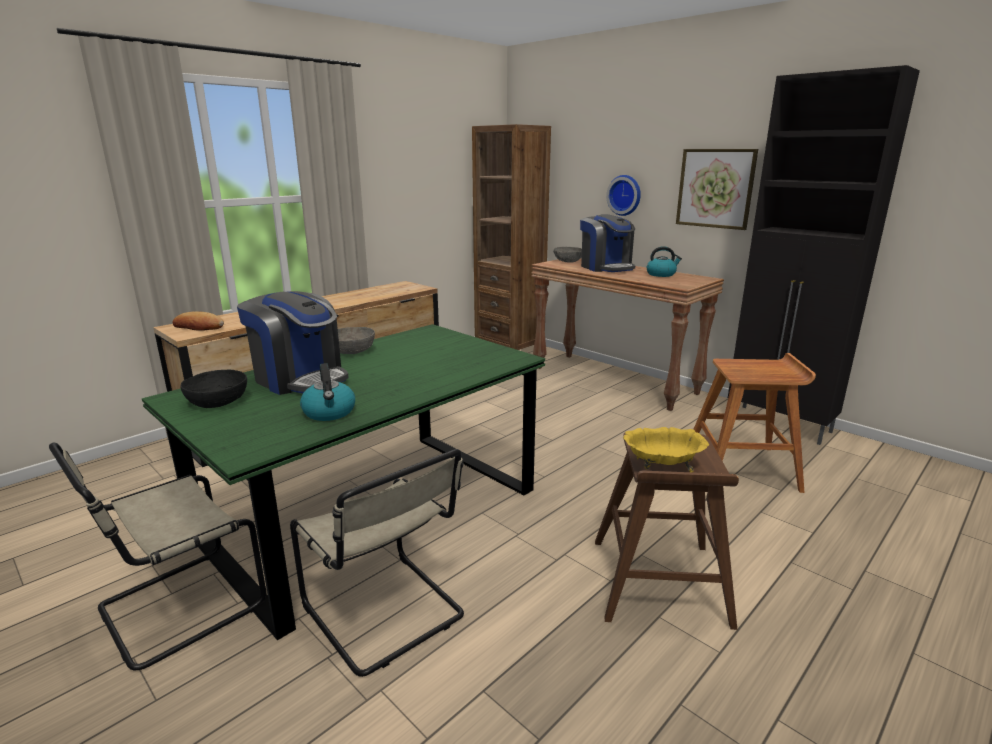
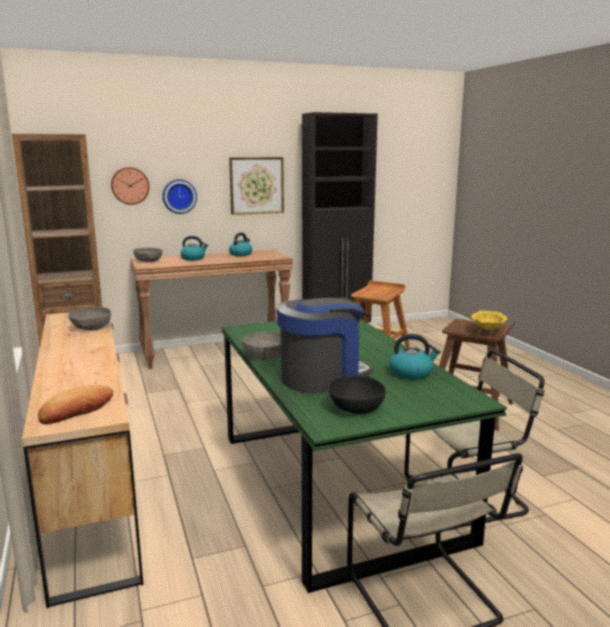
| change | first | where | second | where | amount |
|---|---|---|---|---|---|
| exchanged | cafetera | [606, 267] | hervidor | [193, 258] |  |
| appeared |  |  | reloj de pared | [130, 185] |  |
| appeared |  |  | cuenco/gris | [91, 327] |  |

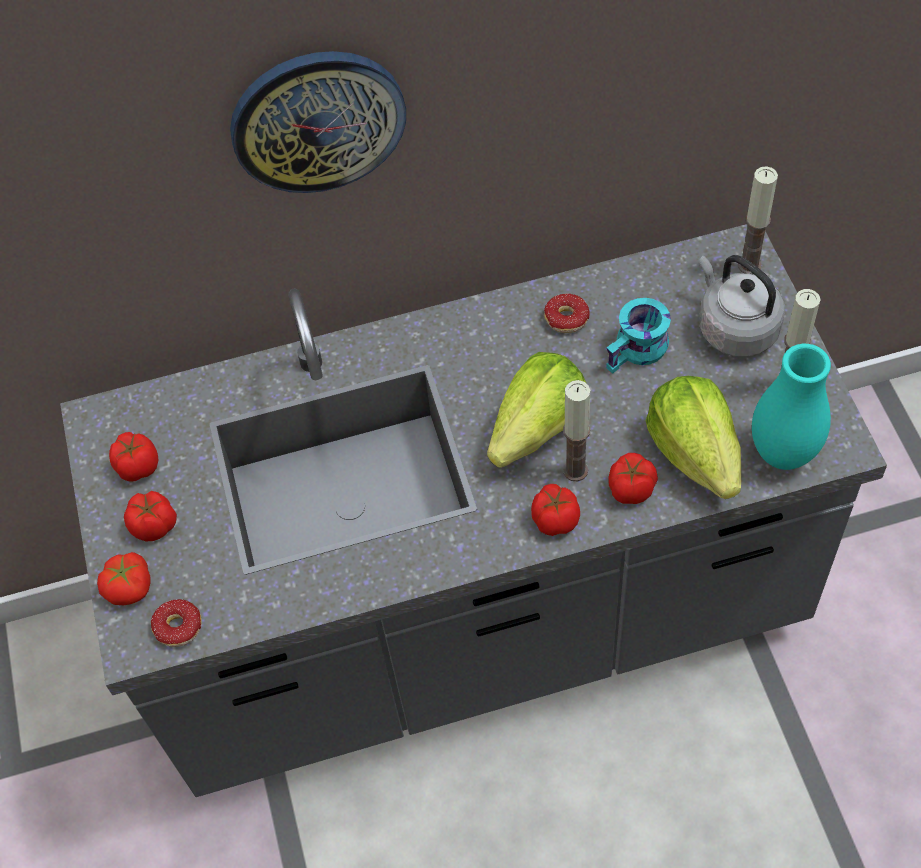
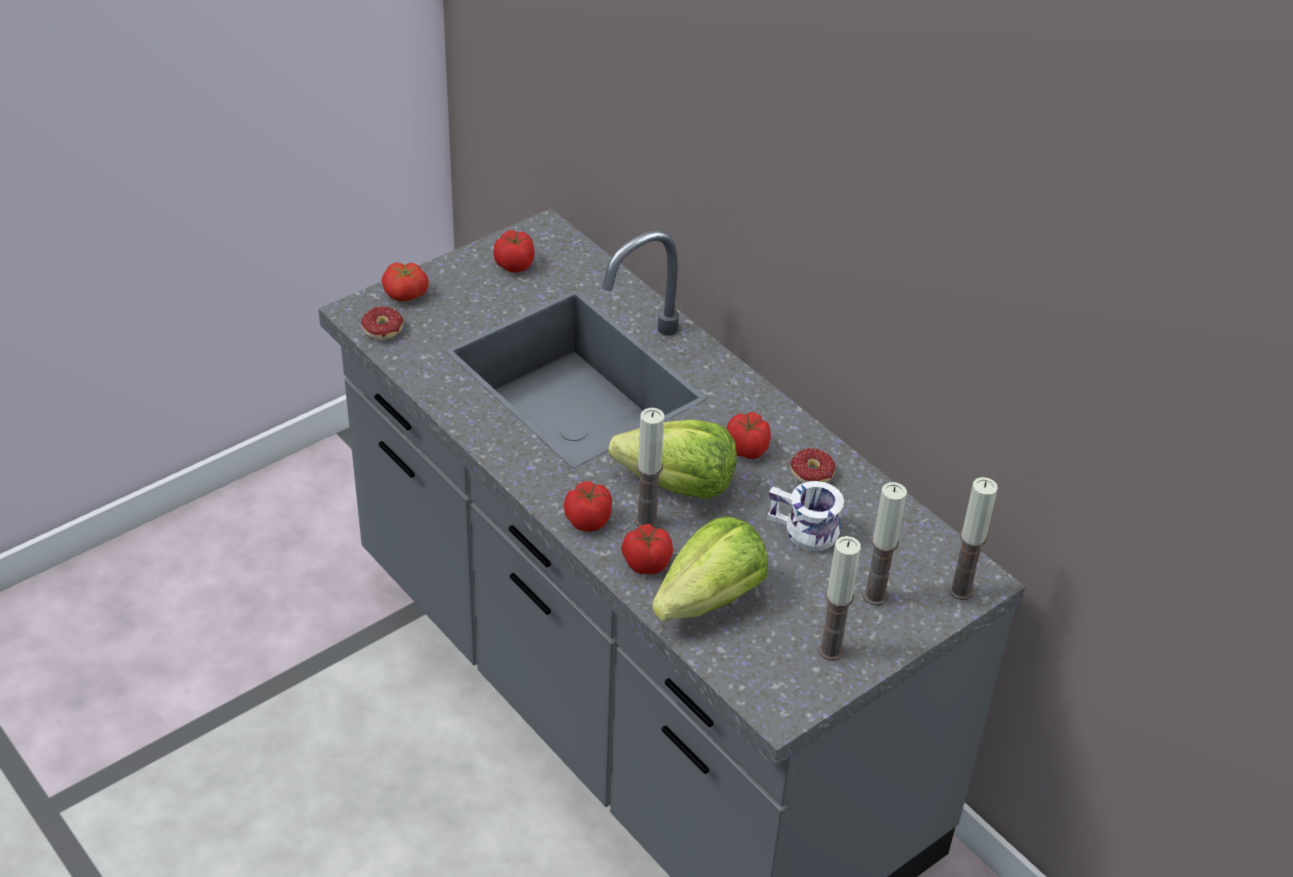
| change | first | where | second | where | amount |
|---|---|---|---|---|---|
| missing | reloj de pared | [317, 120] |  |  |  |
| exchanged | hervidor/gris | [734, 328] | vela | [875, 596] |  |
| colour | taza grande/turquesa | [639, 352] | taza grande/blanco | [803, 533] |  |
| missing | florero/turquesa | [783, 453] |  |  |  |
| relocated | tomate | [155, 525] |  | [747, 450] |  |

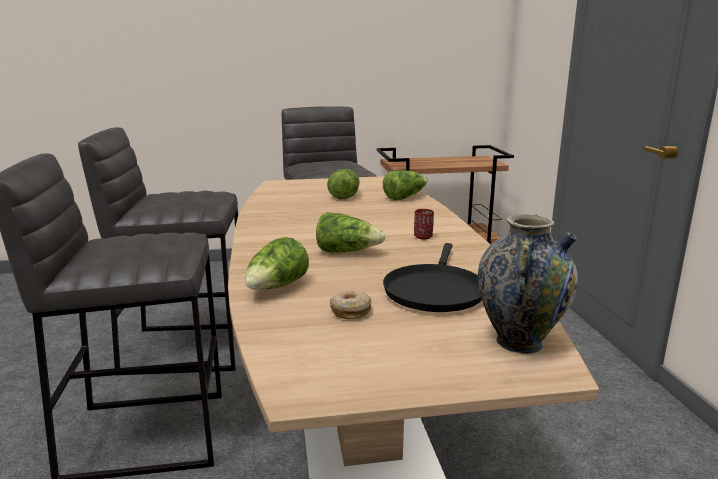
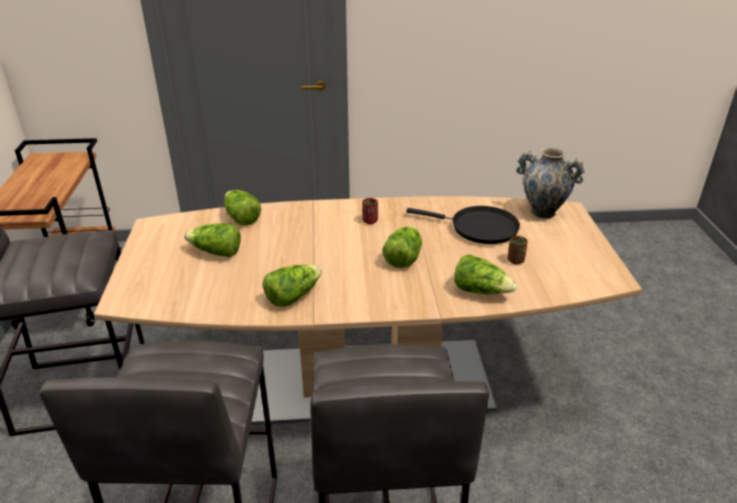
| change | first | where | second | where | amount |
|---|---|---|---|---|---|
| exchanged | rosquilla | [350, 311] | taza/marrón | [515, 260] |  |
| appeared |  |  | lechuga | [292, 296] |  |

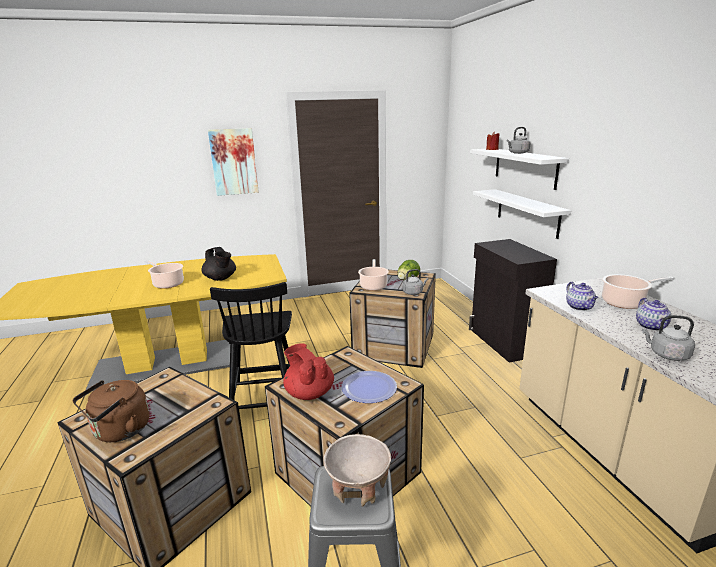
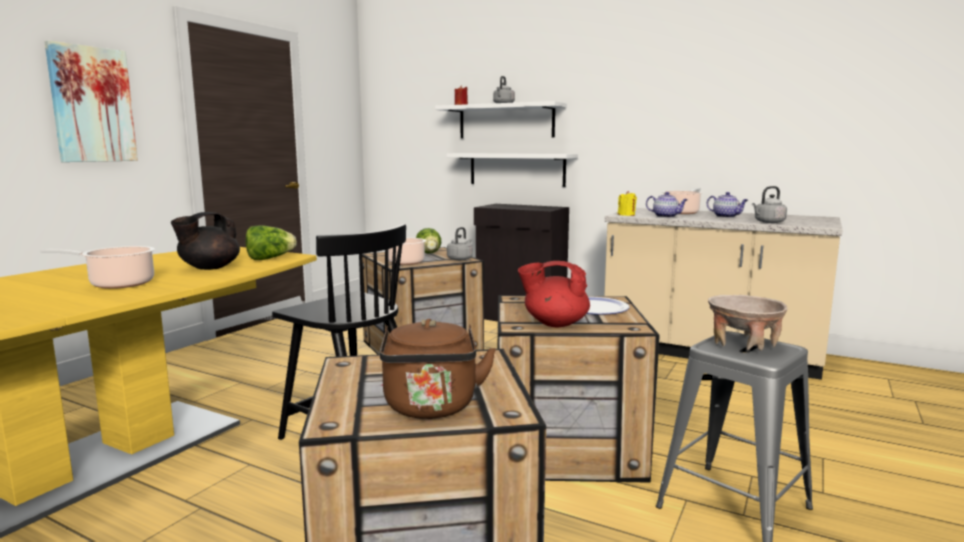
| change | first | where | second | where | amount |
|---|---|---|---|---|---|
| spun | tetera/negro | [220, 278] |  | [209, 268] | 120 degrees clockwise |
| appeared |  |  | vela/amarillo | [626, 215] |  |
| appeared |  |  | lechuga | [270, 258] |  |

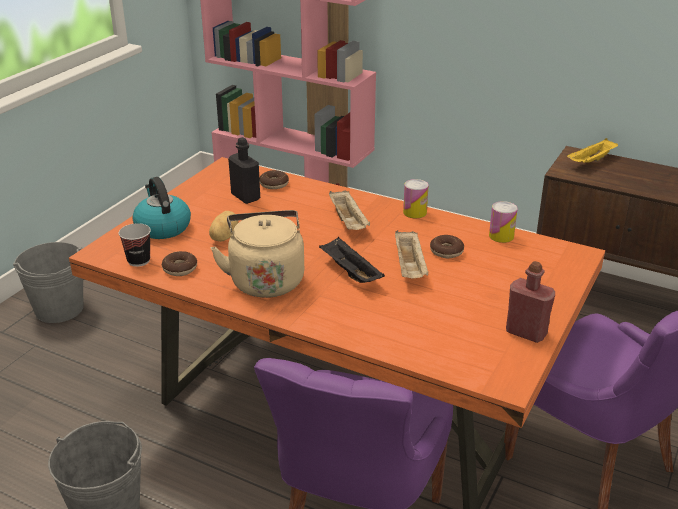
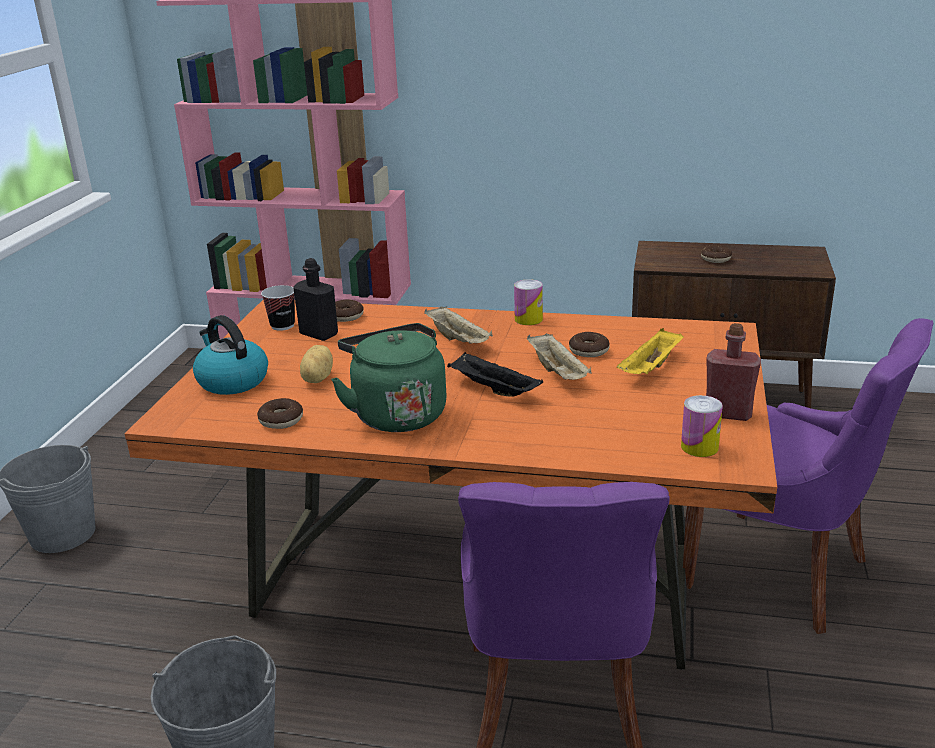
| change | first | where | second | where | amount |
|---|---|---|---|---|---|
| relocated | bandeja/amarillo | [591, 161] |  | [651, 369] |  |
| relocated | lata | [501, 236] |  | [699, 447] |  |
| colour | hervidor/beis | [266, 279] | hervidor/verde | [396, 413] |  |
| relocated | taza | [139, 261] |  | [282, 325] |  |
| appeared |  |  | rosquilla | [716, 259] |  |

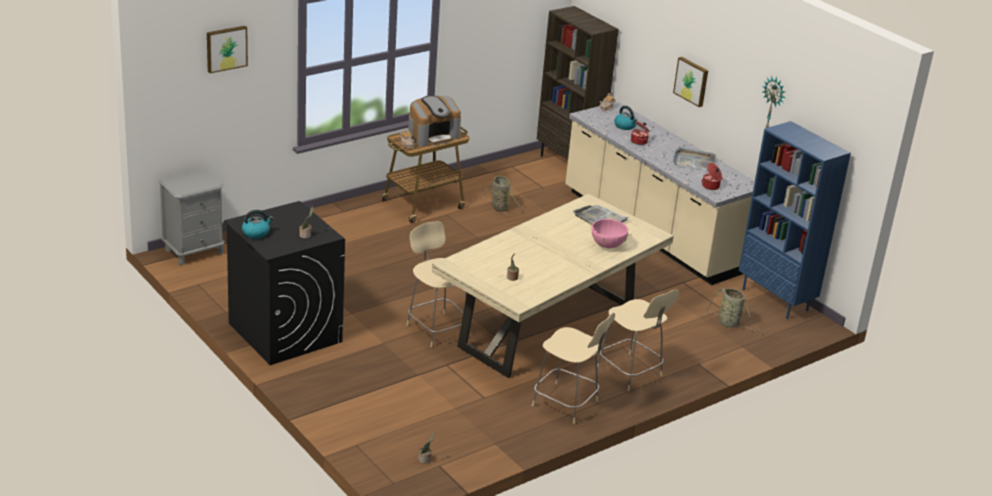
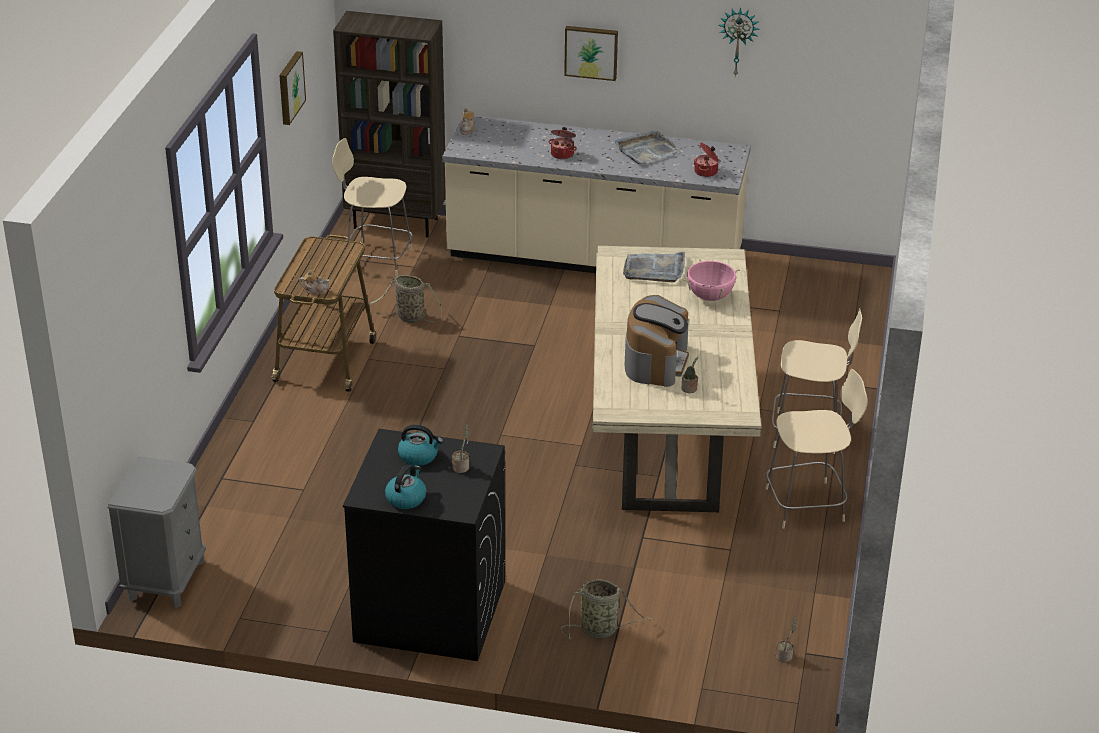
| change | first | where | second | where | amount |
|---|---|---|---|---|---|
| relocated | cuadro | [226, 48] |  | [289, 87] |  |
| relocated | cafetera | [433, 135] |  | [655, 362] |  |
| relocated | hervidor | [625, 126] |  | [419, 456] |  |
| missing | estantería/azul | [776, 300] |  |  |  |
| relocated | silla/beis | [436, 328] |  | [376, 259] |  |
| relocated | cesta | [730, 324] |  | [601, 630] |  |

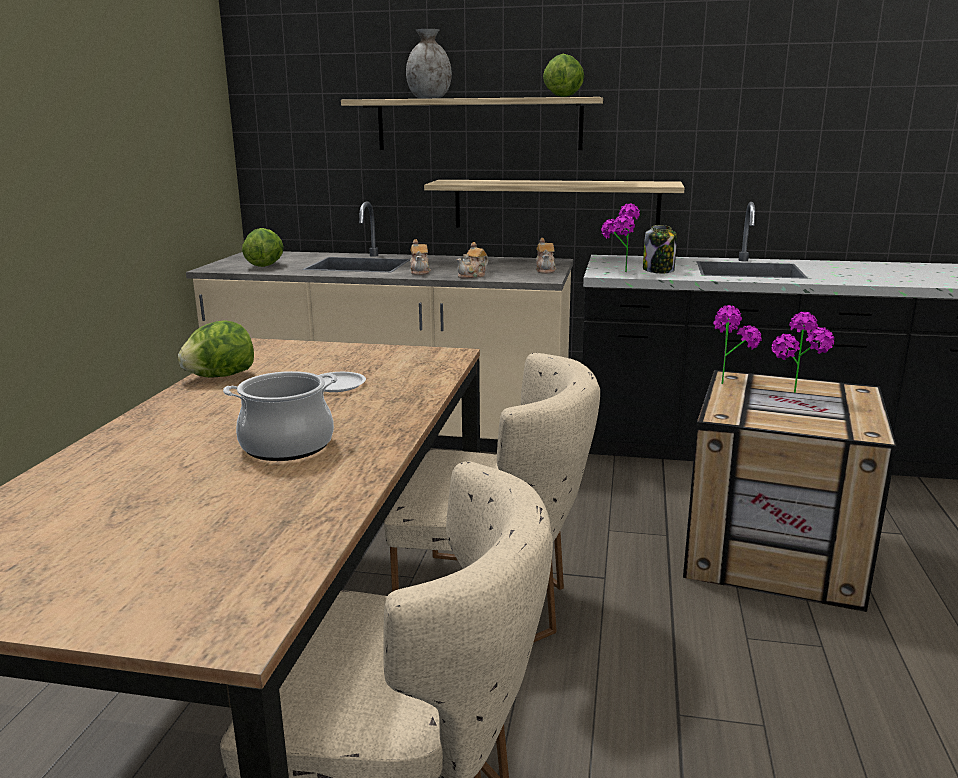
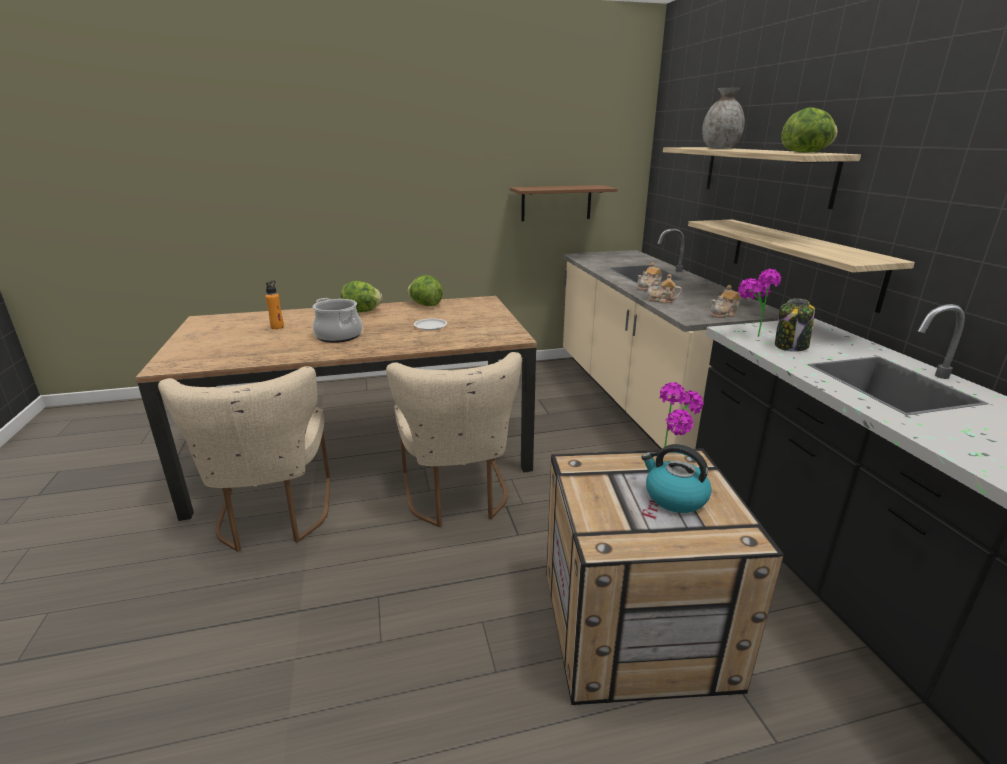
| change | first | where | second | where | amount |
|---|---|---|---|---|---|
| relocated | lechuga | [265, 265] |  | [362, 311] |  |
| exchanged | planta en maceta | [796, 396] | hervidor | [674, 497] |  |
| appeared |  |  | estante/marrón | [556, 203] |  |
| appeared |  |  | botella/naranja | [277, 327] |  |

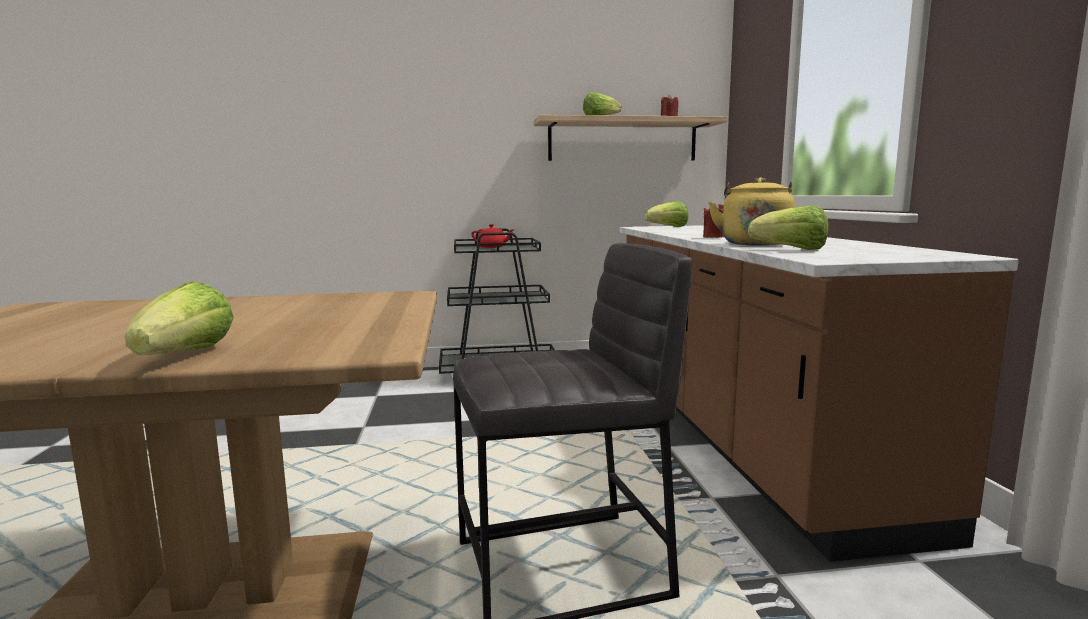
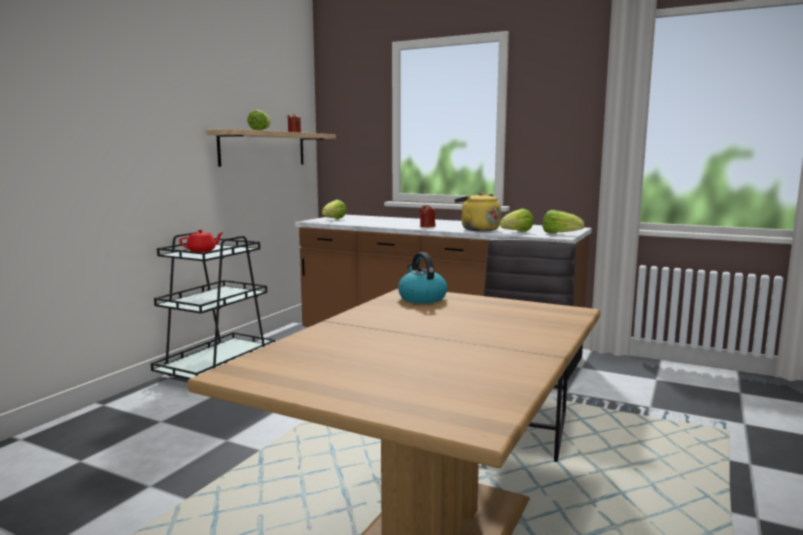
| change | first | where | second | where | amount |
|---|---|---|---|---|---|
| relocated | lechuga | [186, 356] |  | [560, 234] |  |
| appeared |  |  | hervidor | [421, 298] |  |

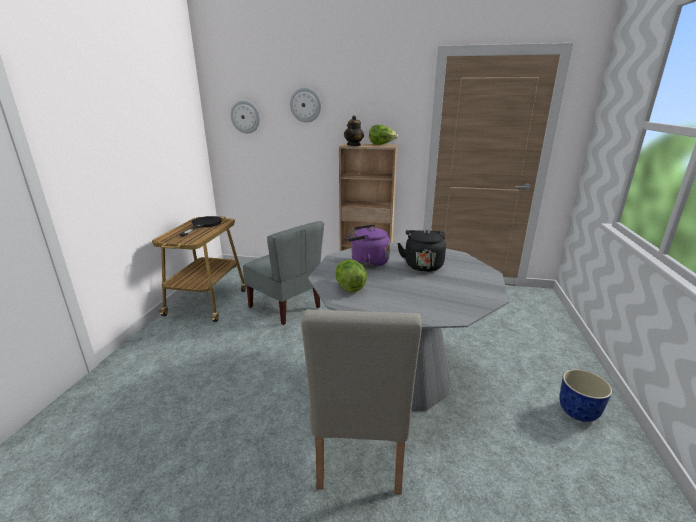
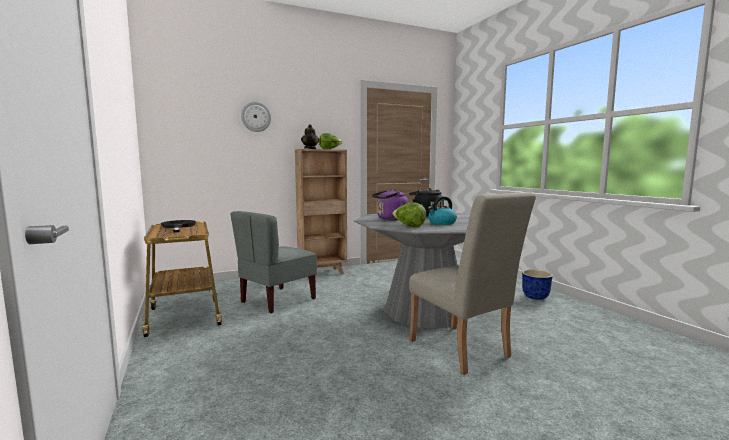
| change | first | where | second | where | amount |
|---|---|---|---|---|---|
| missing | reloj de pared | [245, 117] |  |  |  |
| spun | silla/gris | [286, 307] |  | [277, 300] | 120 degrees clockwise |
| appeared |  |  | hervidor | [441, 223] |  |

